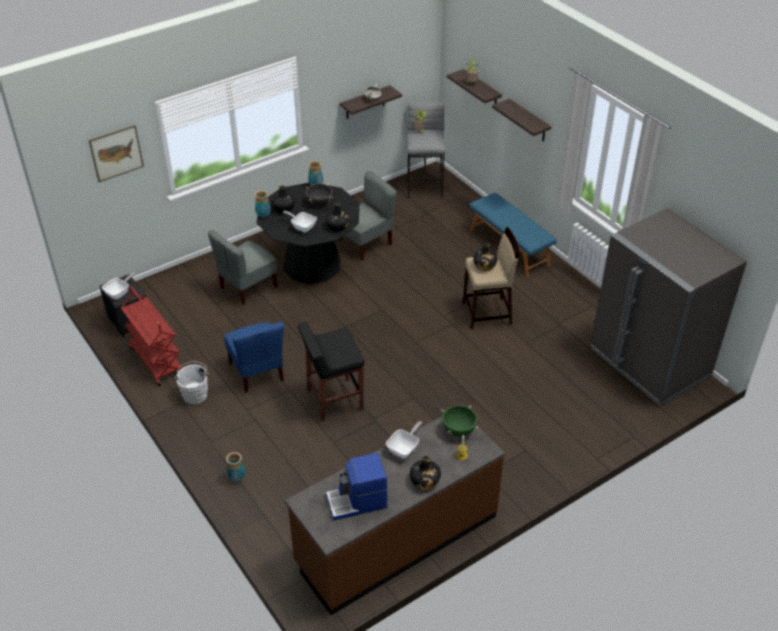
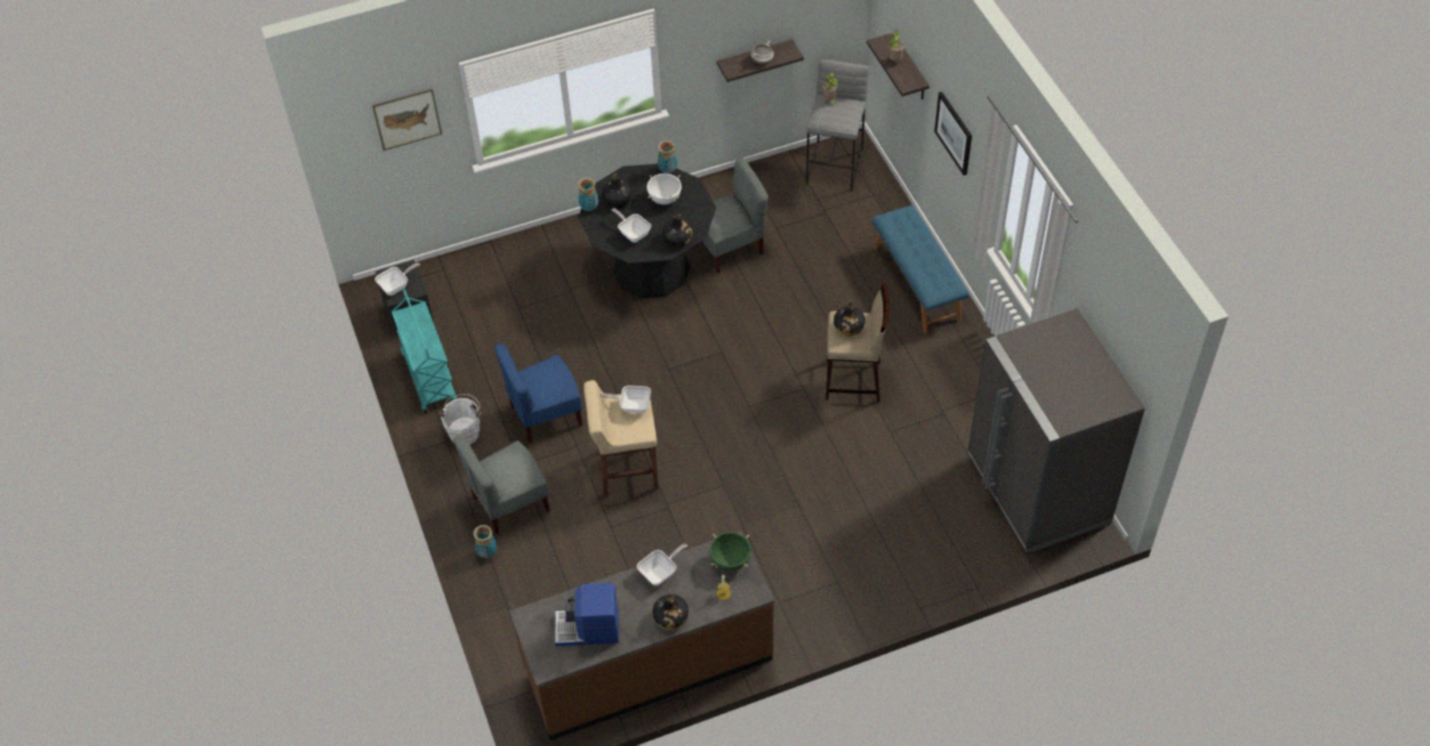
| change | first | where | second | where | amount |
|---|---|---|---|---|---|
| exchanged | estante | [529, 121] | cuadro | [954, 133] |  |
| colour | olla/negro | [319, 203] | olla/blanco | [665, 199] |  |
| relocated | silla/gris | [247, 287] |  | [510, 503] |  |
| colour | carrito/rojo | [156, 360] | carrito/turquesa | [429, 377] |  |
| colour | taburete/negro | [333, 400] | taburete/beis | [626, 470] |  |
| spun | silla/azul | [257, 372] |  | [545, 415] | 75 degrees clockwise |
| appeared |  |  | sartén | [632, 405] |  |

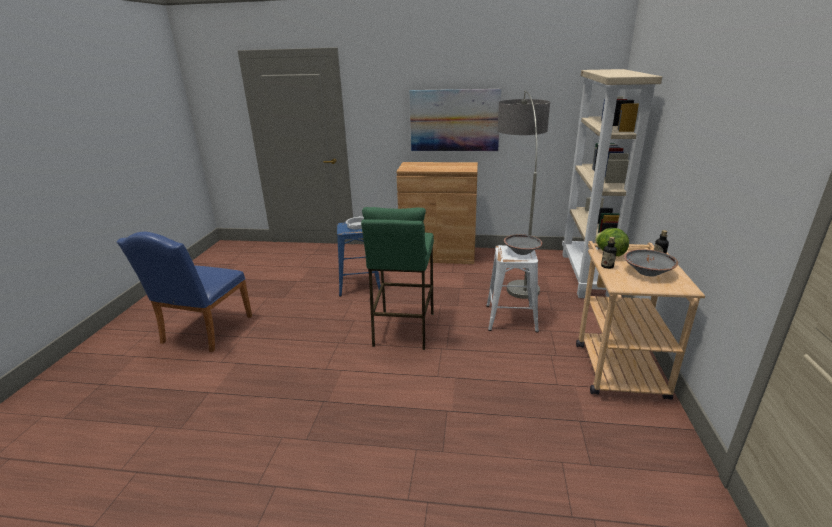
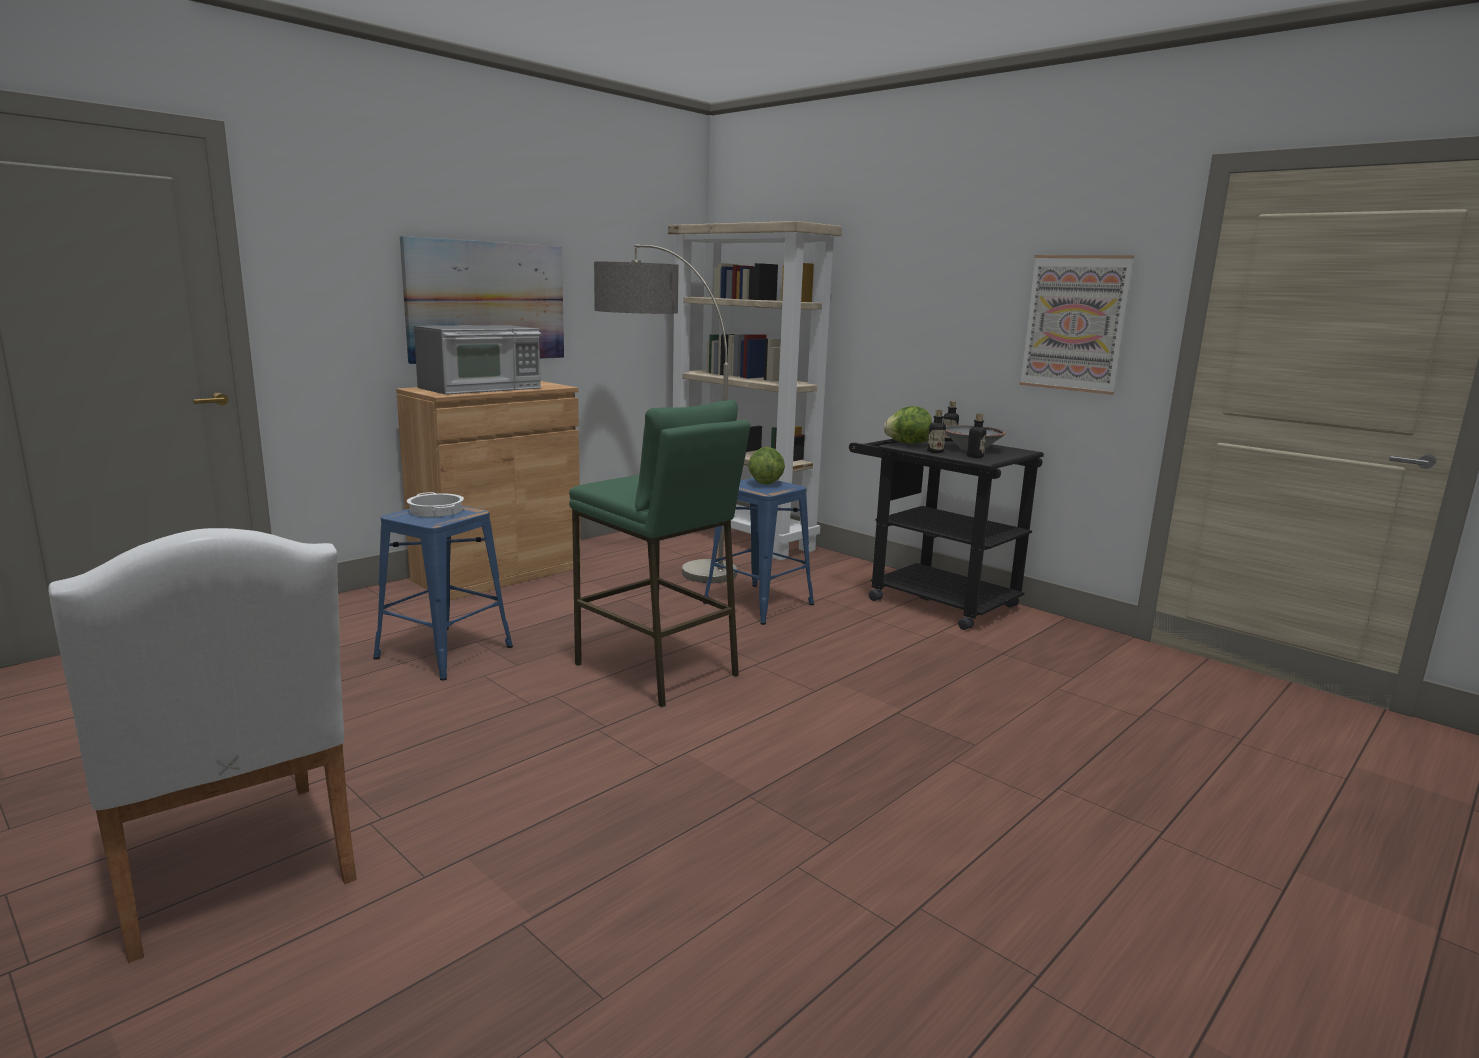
| change | first | where | second | where | amount |
|---|---|---|---|---|---|
| colour | silla/azul | [203, 332] | silla/blanco | [233, 872] |  |
| exchanged | cuenco/gris | [521, 252] | lechuga | [765, 483] |  |
| colour | carrito/beis | [616, 364] | carrito/negro | [931, 599] |  |
| colour | taburete/blanco | [511, 318] | taburete/azul | [759, 603] |  |
| appeared |  |  | cuadro | [1074, 323] |  |
| appeared |  |  | microondas | [481, 388] |  |
| appeared |  |  | botella | [975, 457] |  |

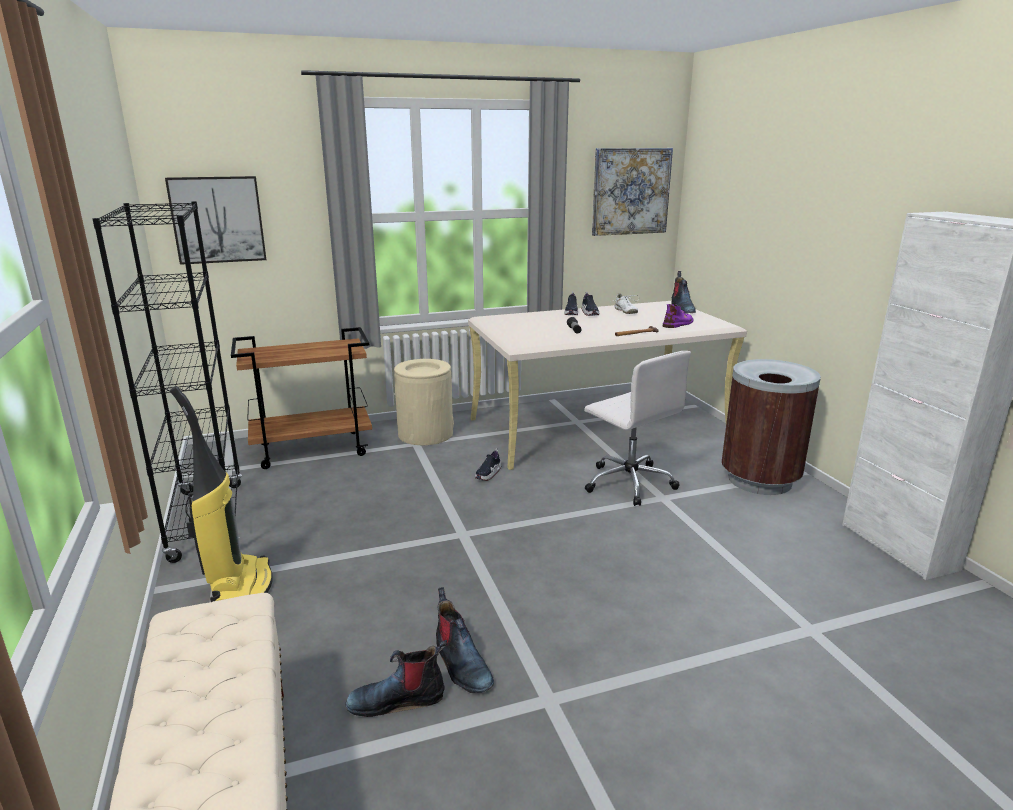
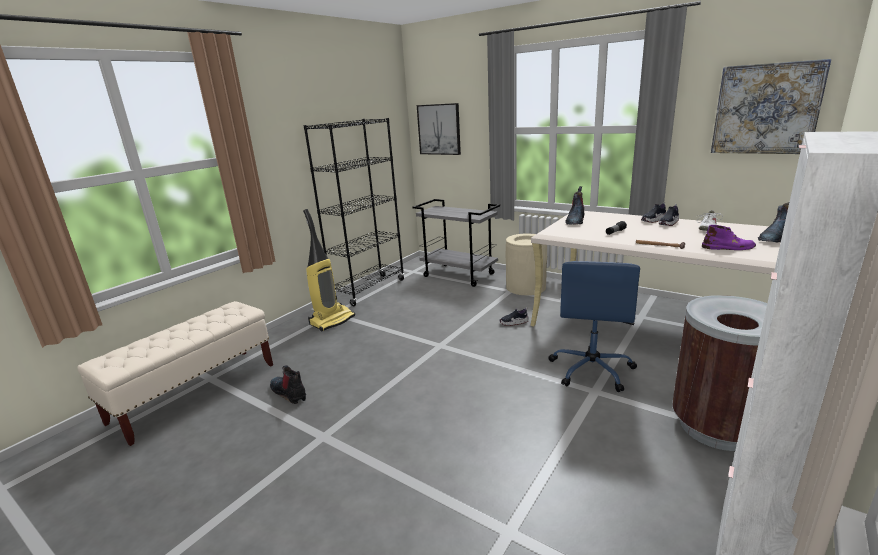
| change | first | where | second | where | amount |
|---|---|---|---|---|---|
| colour | carrito/marrón | [313, 449] | carrito/gris | [459, 275] |  |
| colour | silla de oficina/blanco | [628, 482] | silla de oficina/azul | [592, 369] |  |
| relocated | bota | [461, 664] |  | [575, 220] |  |

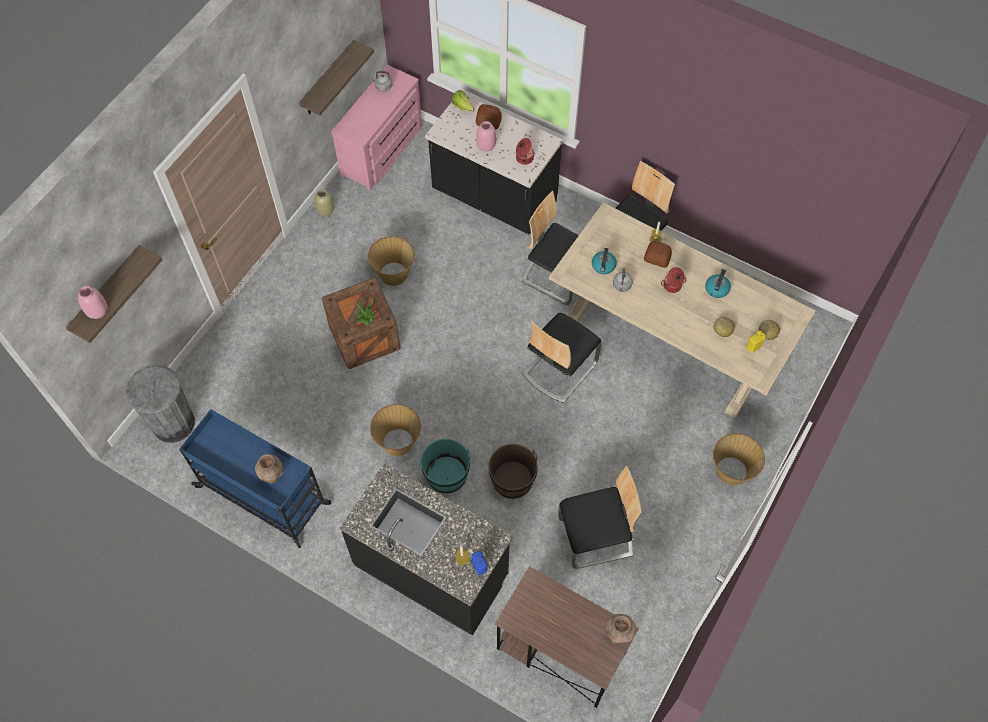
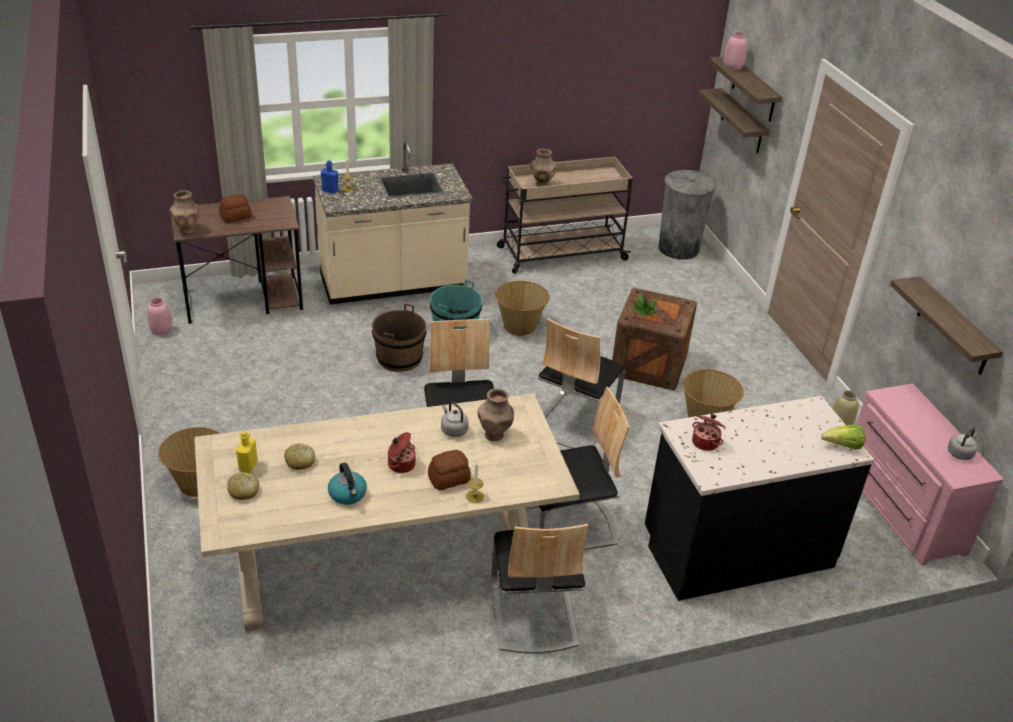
| change | first | where | second | where | amount |
|---|---|---|---|---|---|
| relocated | pan | [488, 122] |  | [235, 216] |  |
| relocated | florero/rosa | [486, 145] |  | [161, 330] |  |
| exchanged | hervidor | [603, 266] | florero/marrón | [494, 434] |  |
| colour | carrito/azul | [265, 496] | carrito/beis | [560, 253] |  |
| colour | mueble bajo de cocina/negro | [432, 569] | mueble bajo de cocina/beis | [393, 285] |  |
| relocated | silla | [595, 537] |  | [574, 421] |  |
| appeared |  |  | estante | [742, 122] |  |

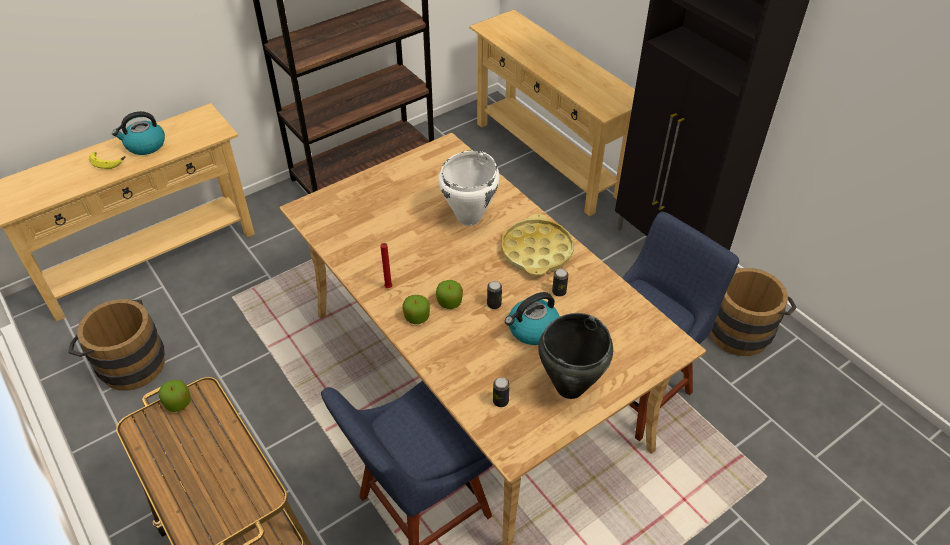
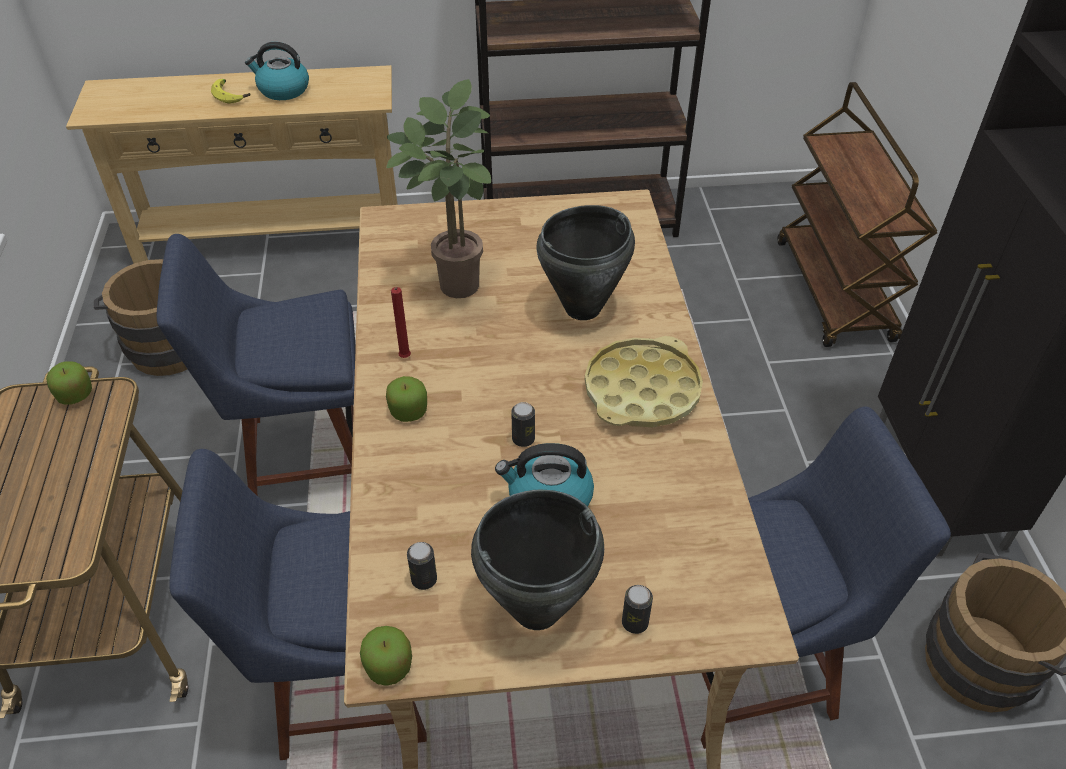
| change | first | where | second | where | amount |
|---|---|---|---|---|---|
| exchanged | mesa consola/beis | [547, 158] | carrito/marrón | [834, 291] |  |
| colour | olla/blanco | [470, 217] | olla/negro | [583, 308] |  |
| relocated | lata | [559, 292] |  | [635, 622] |  |
| relocated | manzana | [449, 302] |  | [389, 666] |  |
| appeared |  |  | planta en maceta | [454, 281] |  |
| appeared |  |  | silla/azul | [301, 456] |  |

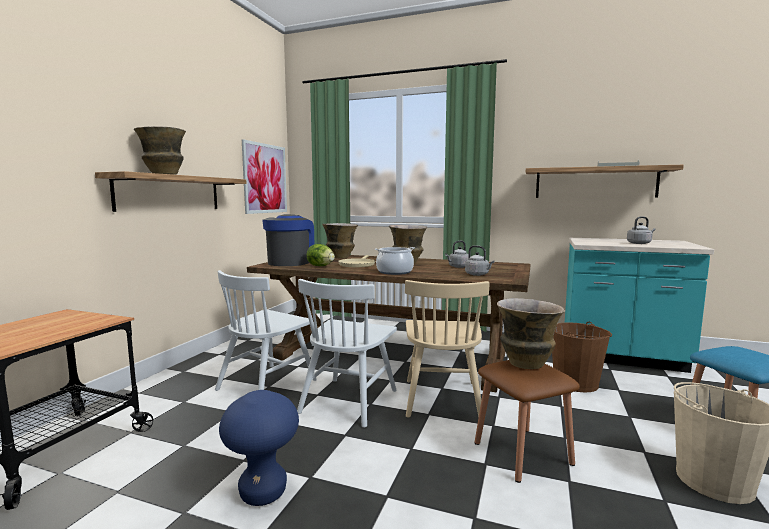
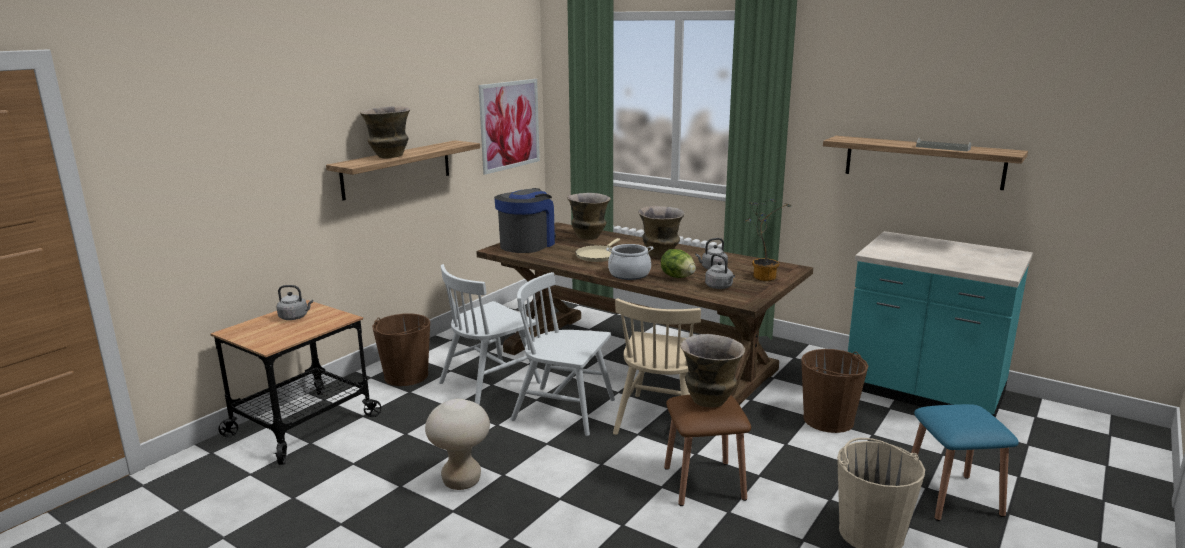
| change | first | where | second | where | amount |
|---|---|---|---|---|---|
| relocated | hervidor/gris | [639, 243] |  | [295, 317] |  |
| relocated | lechuga | [320, 266] |  | [677, 277] |  |
| spun | silla/blanco | [348, 401] |  | [564, 410] | 75 degrees clockwise |
| colour | taburete/azul | [263, 493] | taburete/beis | [461, 481] |  |
| appeared |  |  | planta en maceta | [762, 276] |  |
| appeared |  |  | cubo/marrón | [406, 376] |  |

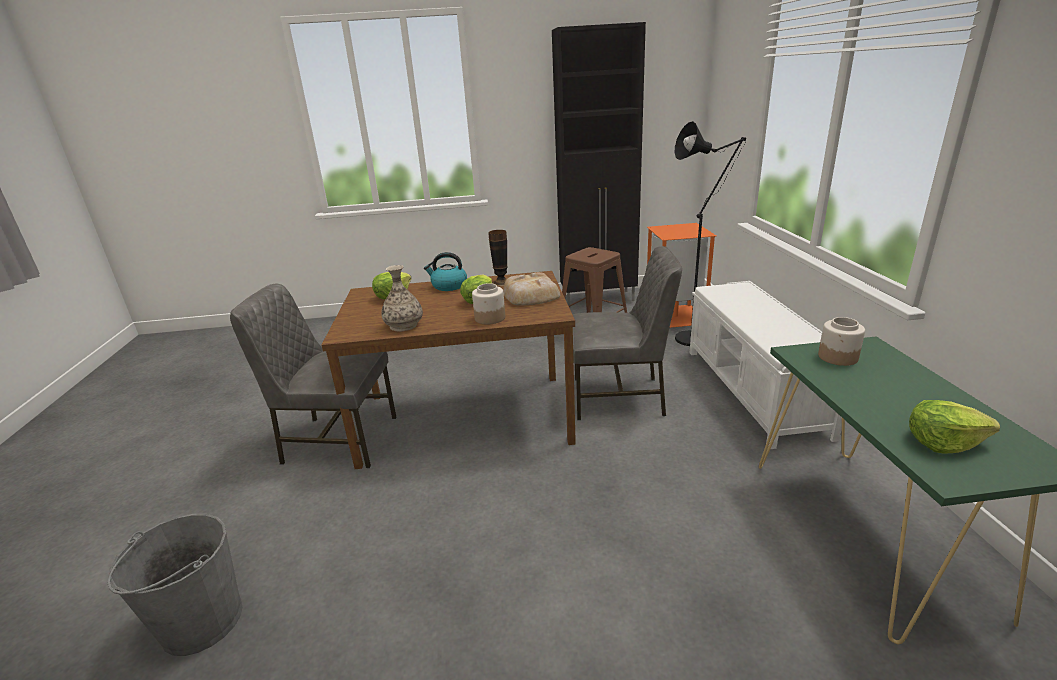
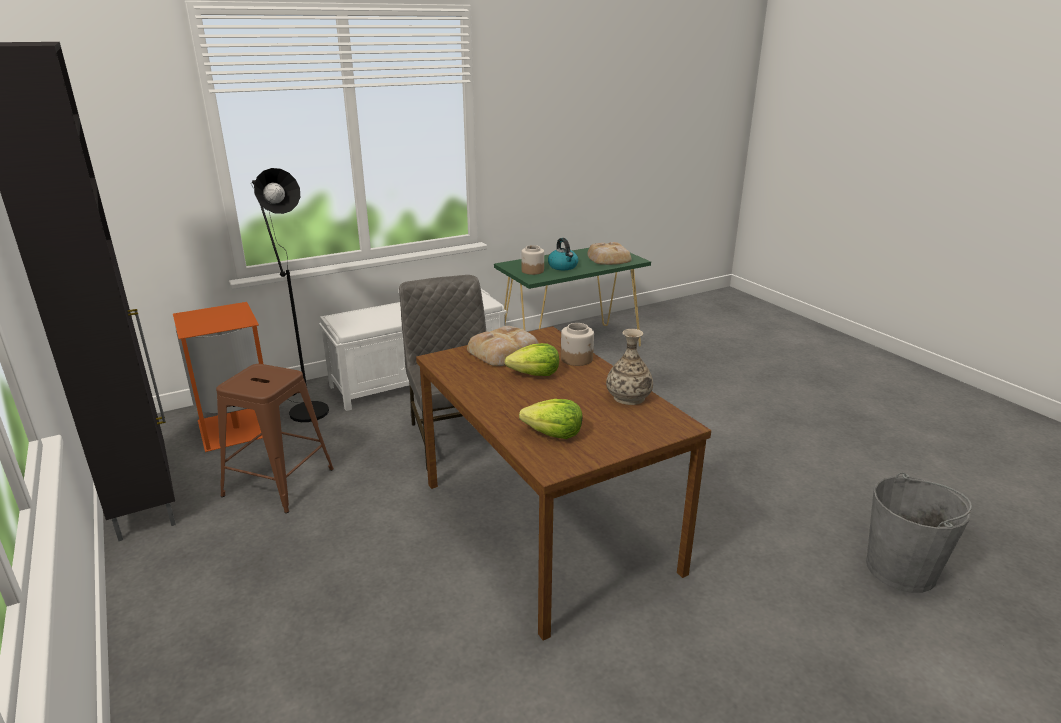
| change | first | where | second | where | amount |
|---|---|---|---|---|---|
| missing | florero | [501, 283] |  |  |  |
| relocated | hervidor | [448, 286] |  | [563, 266] |  |
| missing | silla/gris | [338, 440] |  |  |  |
| exchanged | lechuga | [943, 442] | pan | [608, 259] |  |

